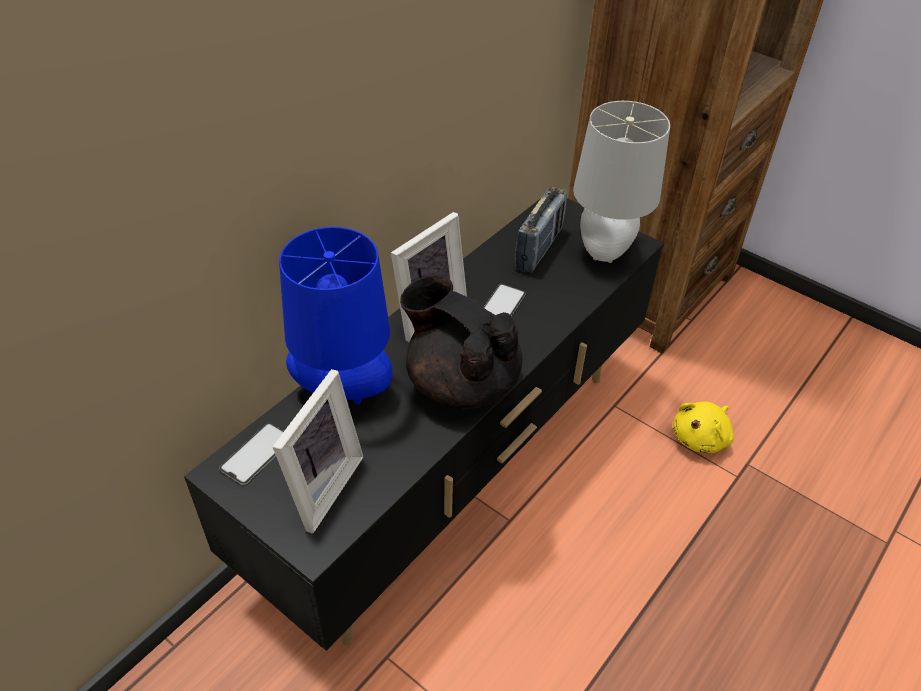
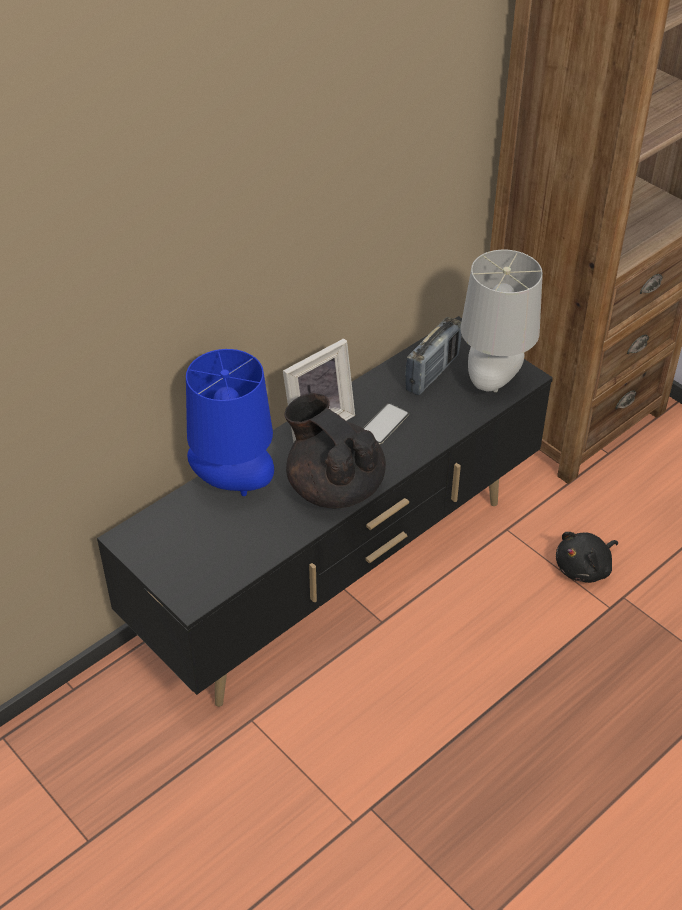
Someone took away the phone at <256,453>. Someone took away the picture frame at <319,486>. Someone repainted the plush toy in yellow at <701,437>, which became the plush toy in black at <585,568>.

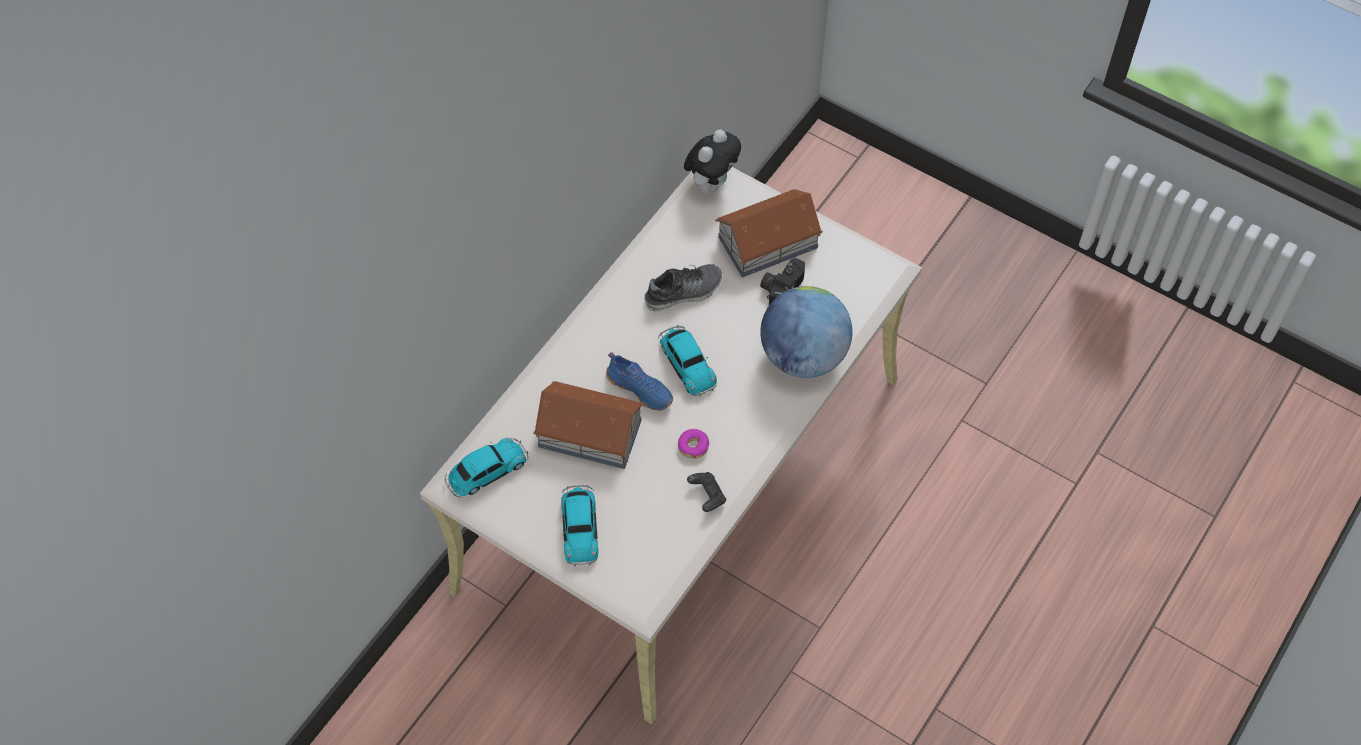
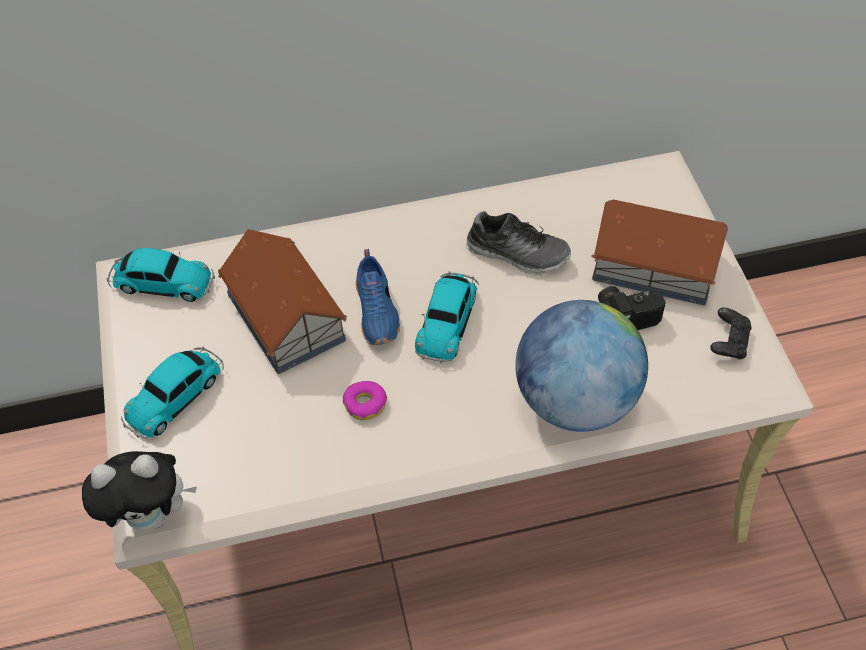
Someone carried the plush toy from <711,182> to <152,516>. Someone carried the game controller in black from <707,495> to <729,342>.

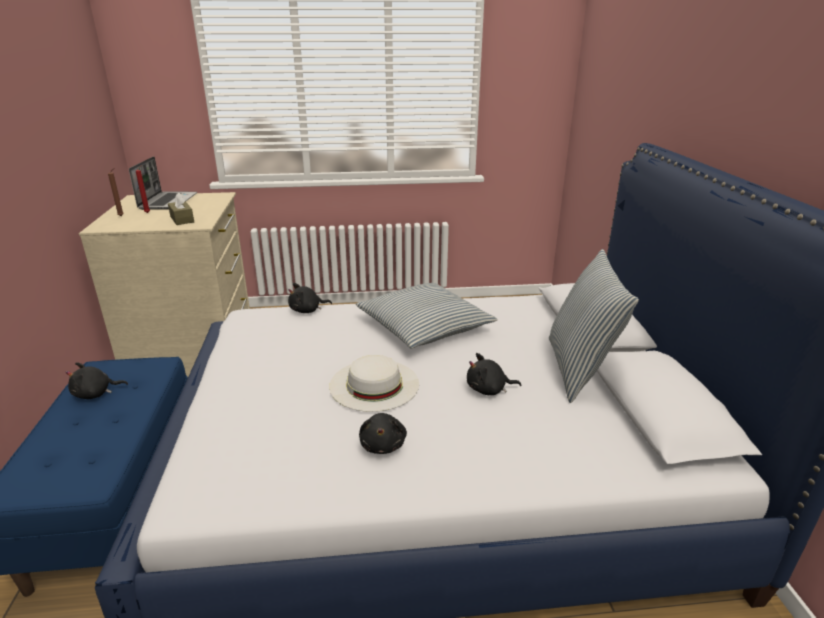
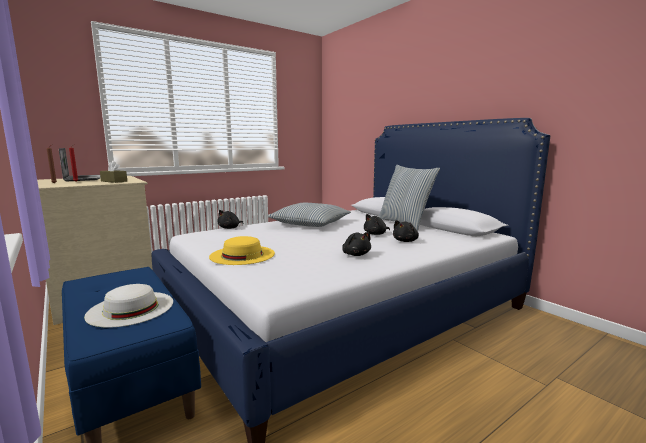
Someone put down the hat in yellow at <242,255>. Someone carried the plush toy in black from <96,393> to <406,241>. Someone carried the hat in white from <374,384> to <131,308>.

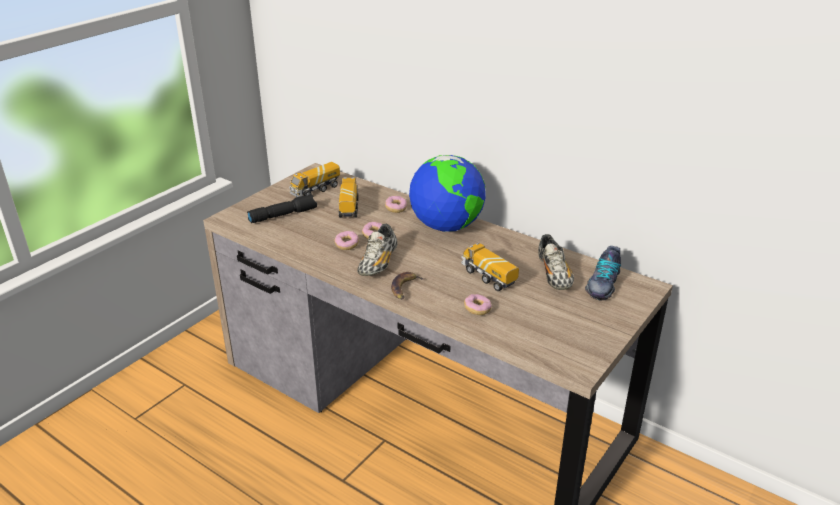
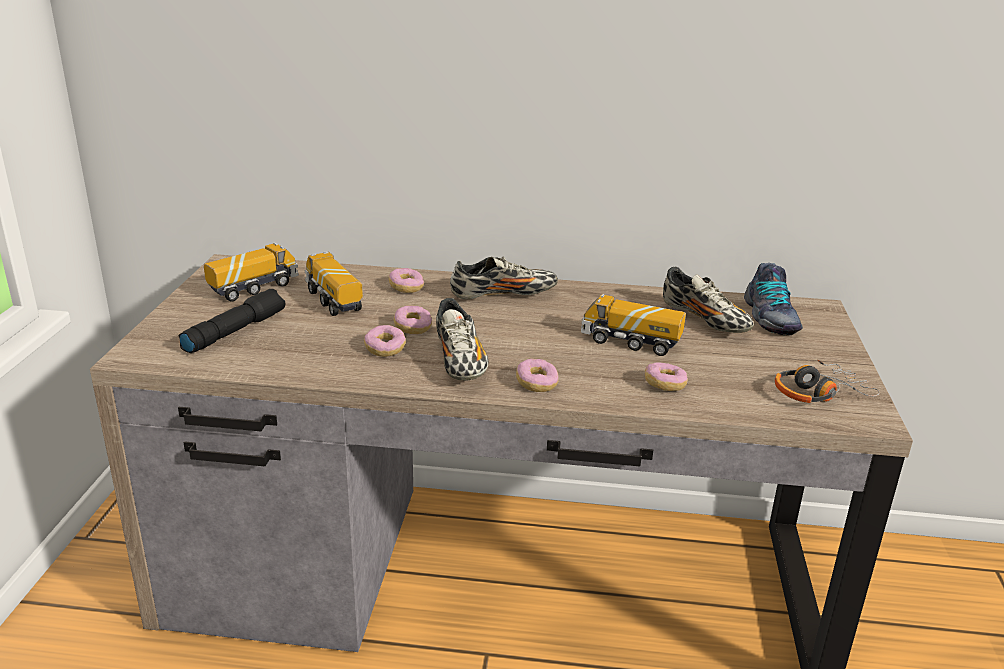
Someone put down the headphones at <818,393>. Someone swapped the banana at <405,288> for the donut at <536,384>. Someone swapped the globe at <446,227> for the shoe at <503,295>. Someone rotated the toy truck at <315,190> by 150 degrees counterclockwise.

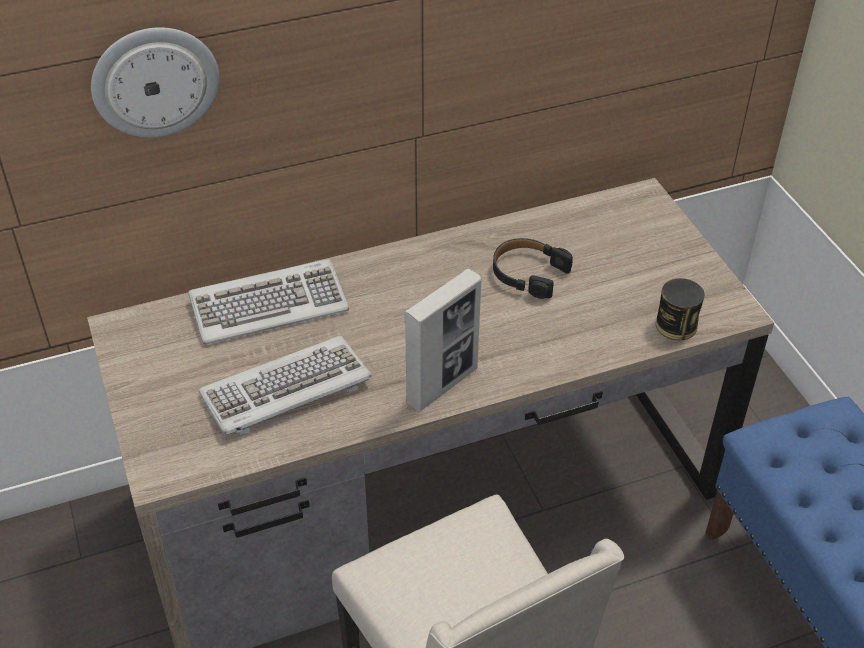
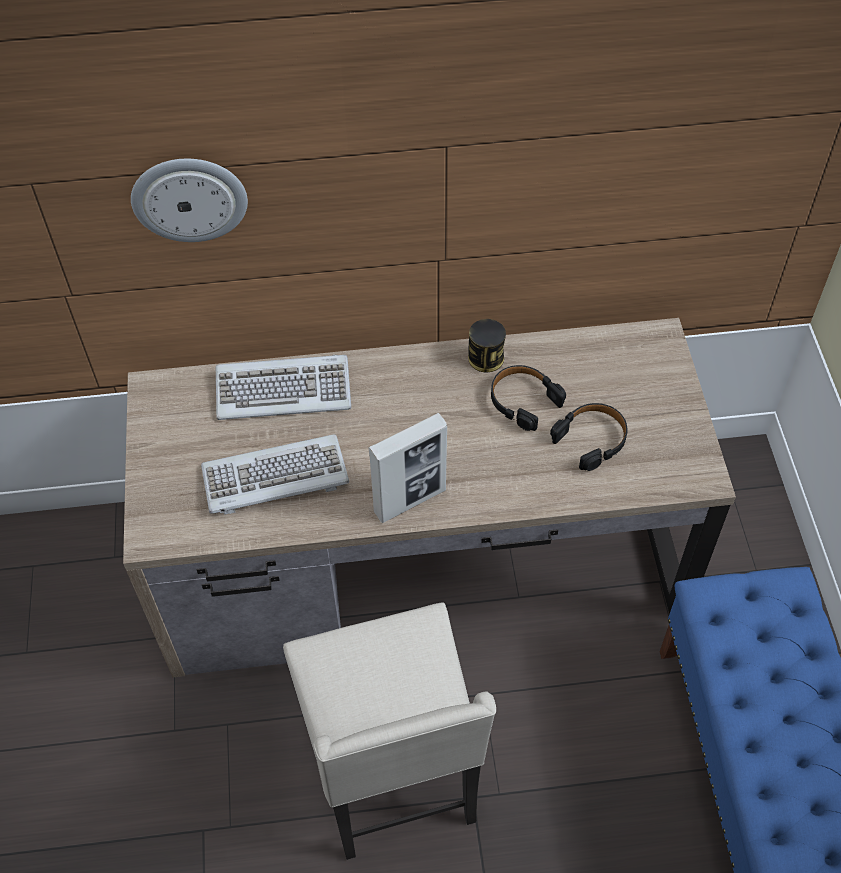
Someone put down the headphones in black at <591,439>. Someone carried the can from <676,325> to <486,358>.

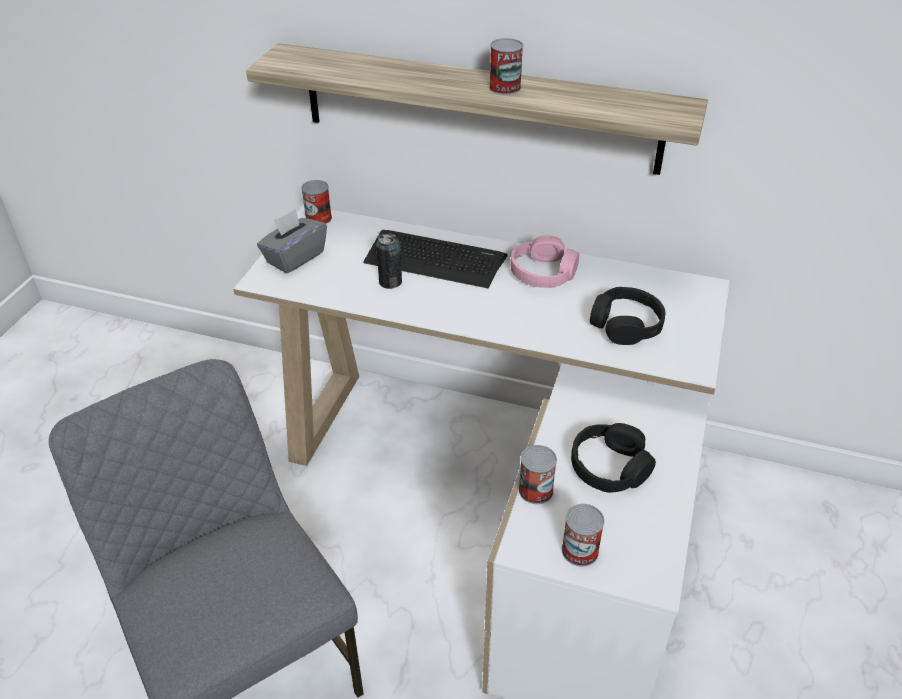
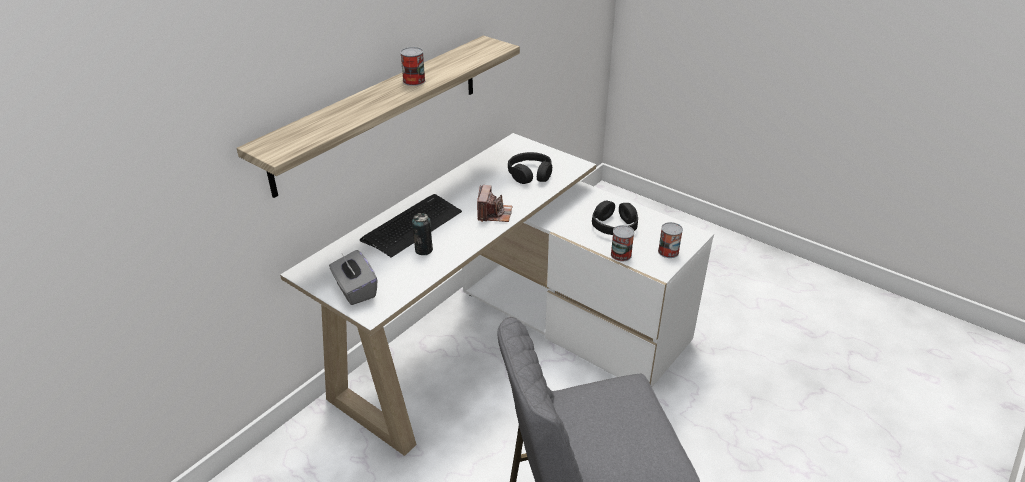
Someone took away the can at <318,218>. Someone took away the headphones in pink at <543,273>. Someone put down the photo camera at <494,214>.

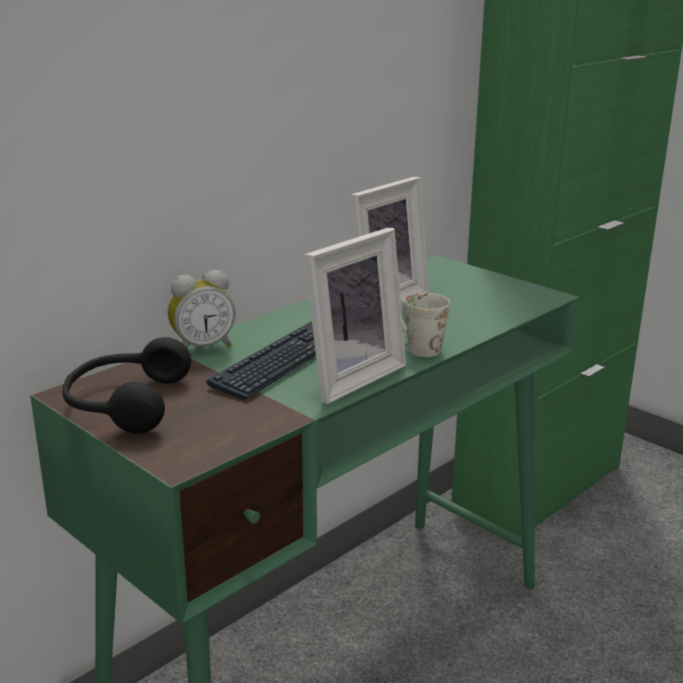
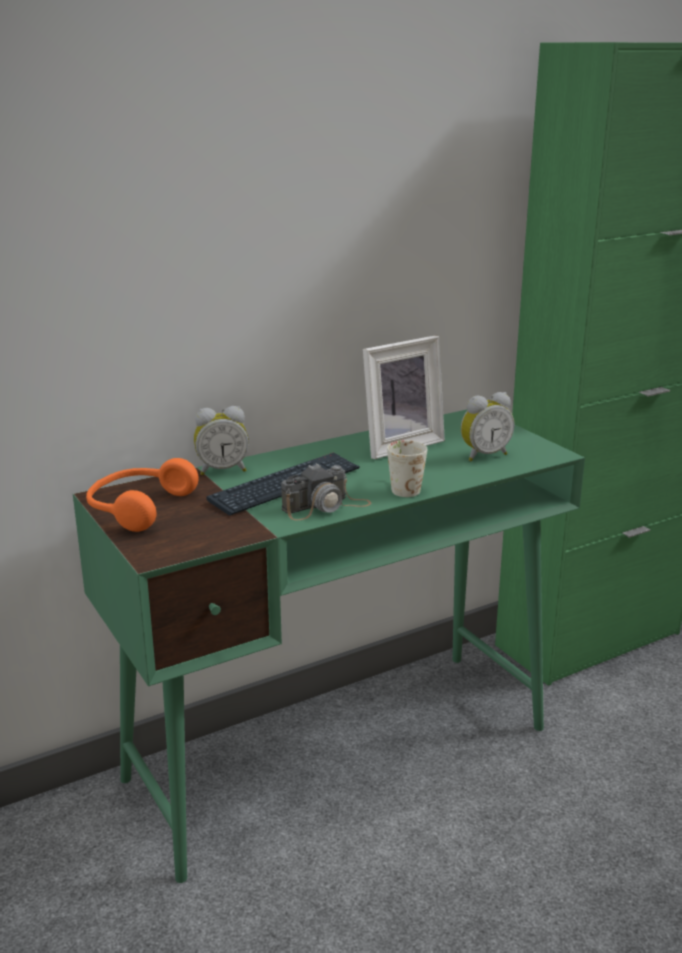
Someone put down the alarm clock at <483,455>. Someone swapped the picture frame at <348,377> for the photo camera at <326,506>. Someone repainted the headphones in black at <124,404>, which became the headphones in orange at <137,508>.

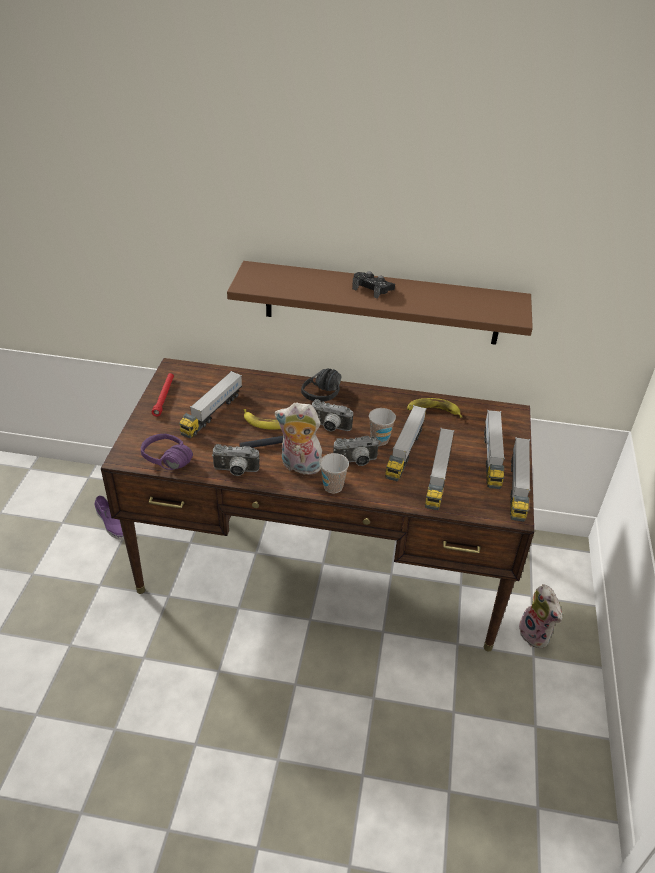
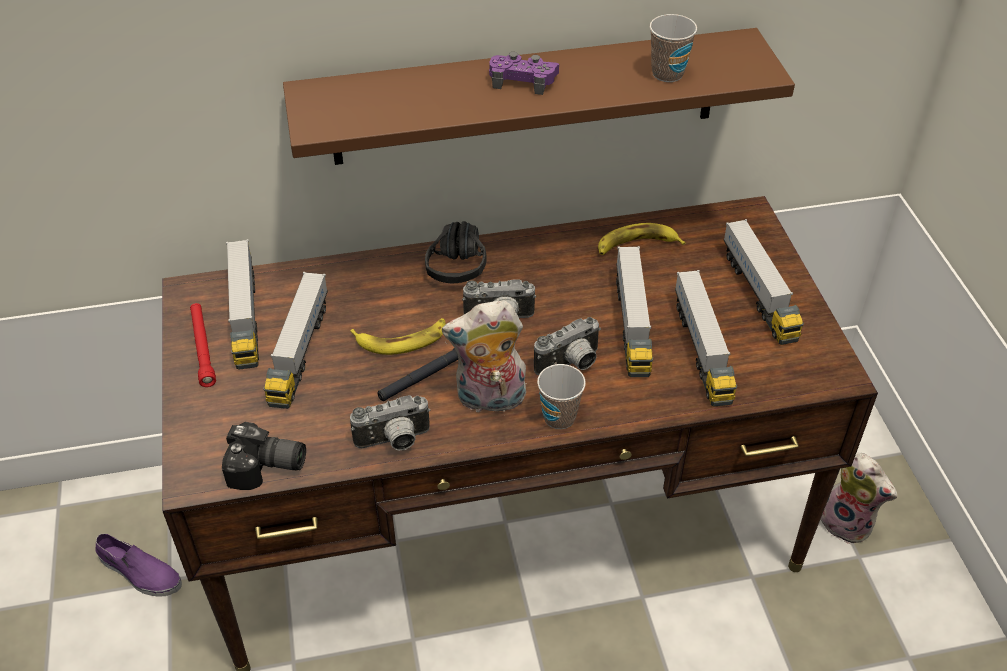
Someone carried the cup from <379,439> to <667,73>. Someone carried the toy truck from <517,487> to <245,316>. Someone swapped the headphones in purple at <162,464> for the photo camera at <267,469>. Someone repainted the game controller in black at <372,289>, which became the game controller in purple at <523,80>.

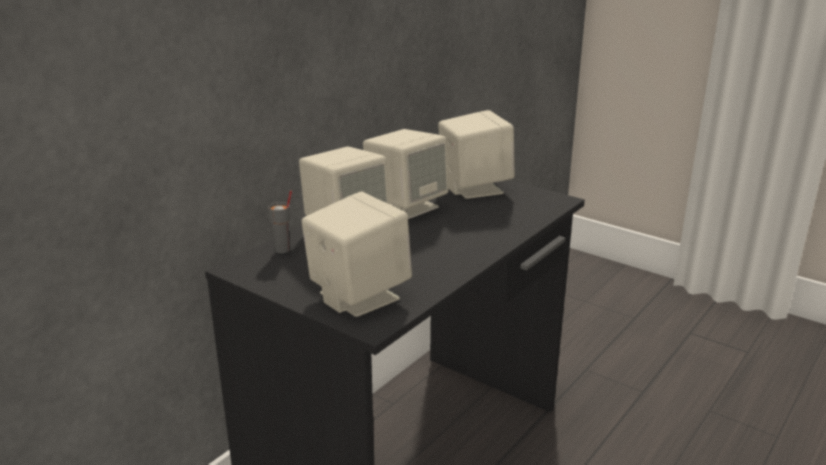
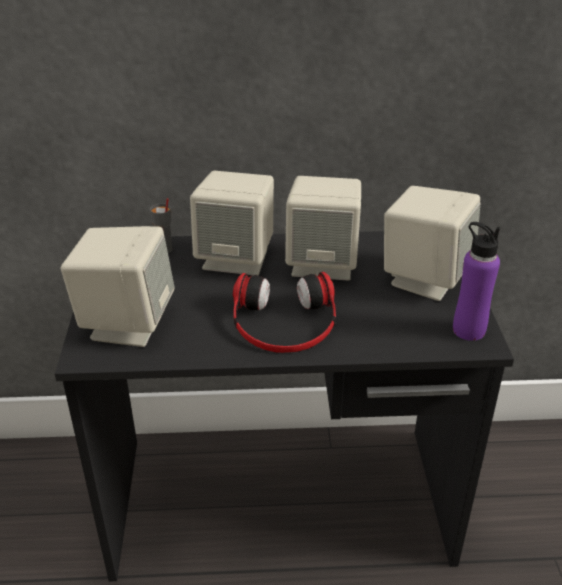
Someone put down the headphones at <284,322>. Someone put down the bottle in purple at <468,330>.

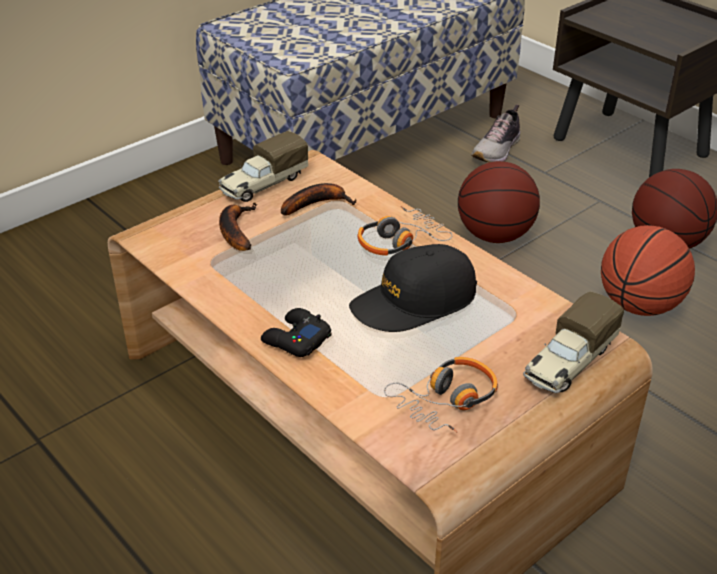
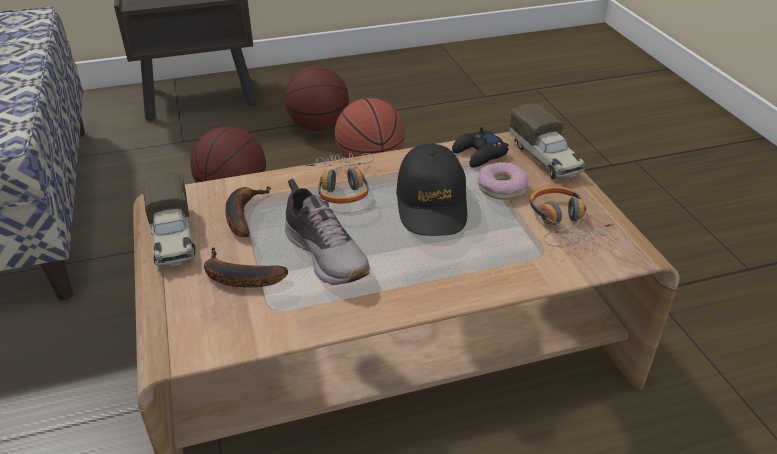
Someone put down the donut at <502,188>. Someone carried the game controller in black from <295,339> to <479,154>. Someone carried the shoe from <497,150> to <327,254>.

